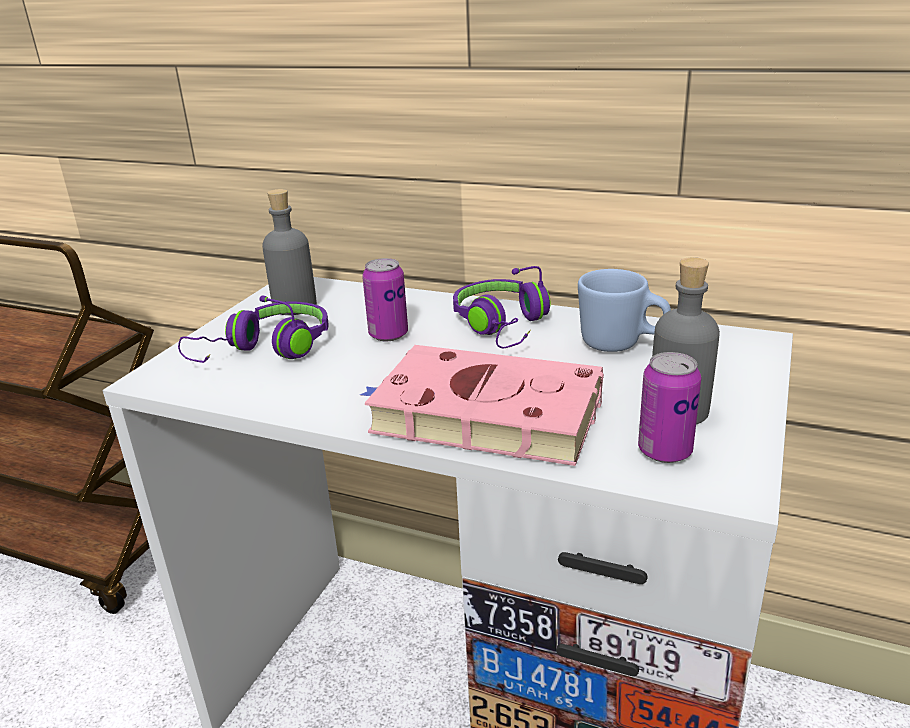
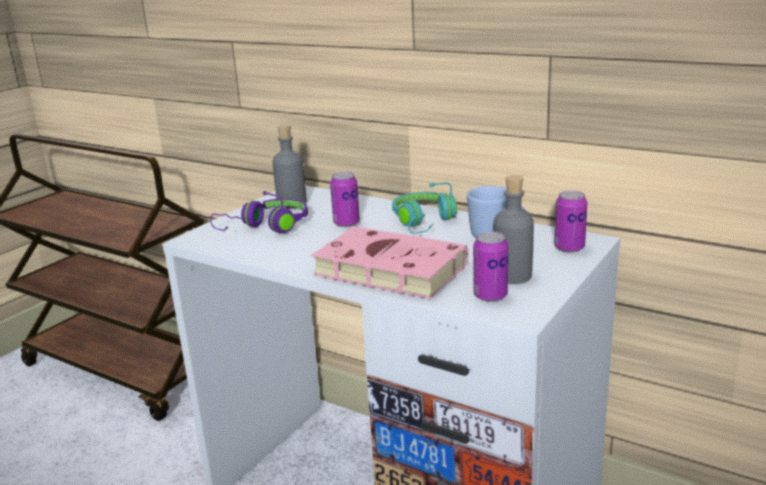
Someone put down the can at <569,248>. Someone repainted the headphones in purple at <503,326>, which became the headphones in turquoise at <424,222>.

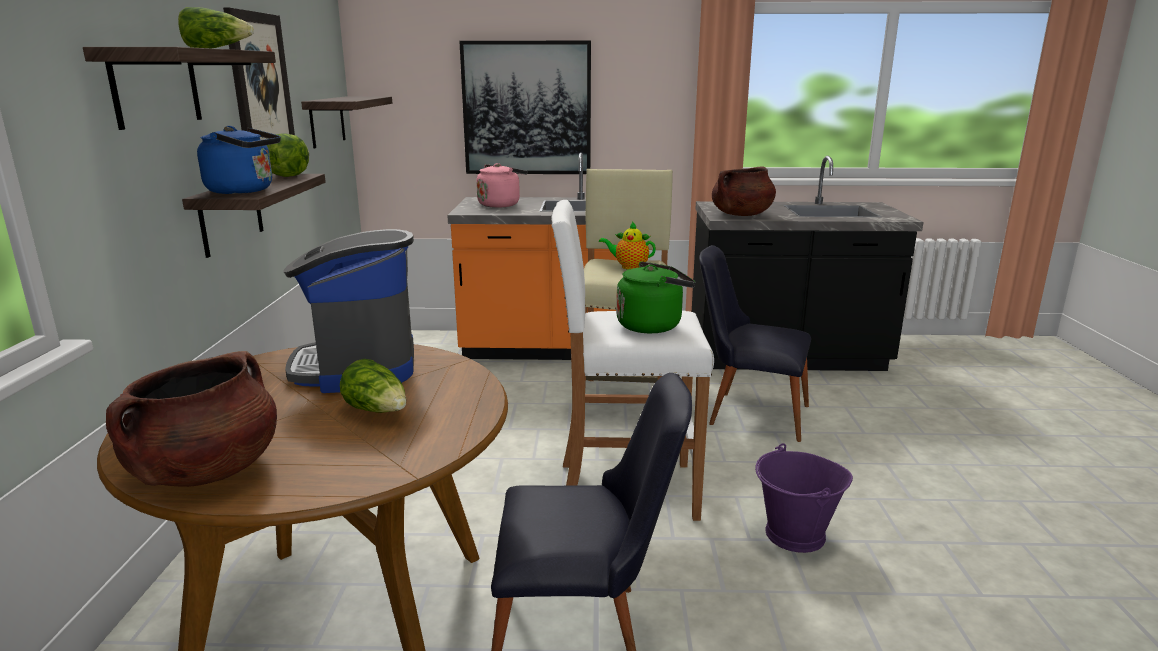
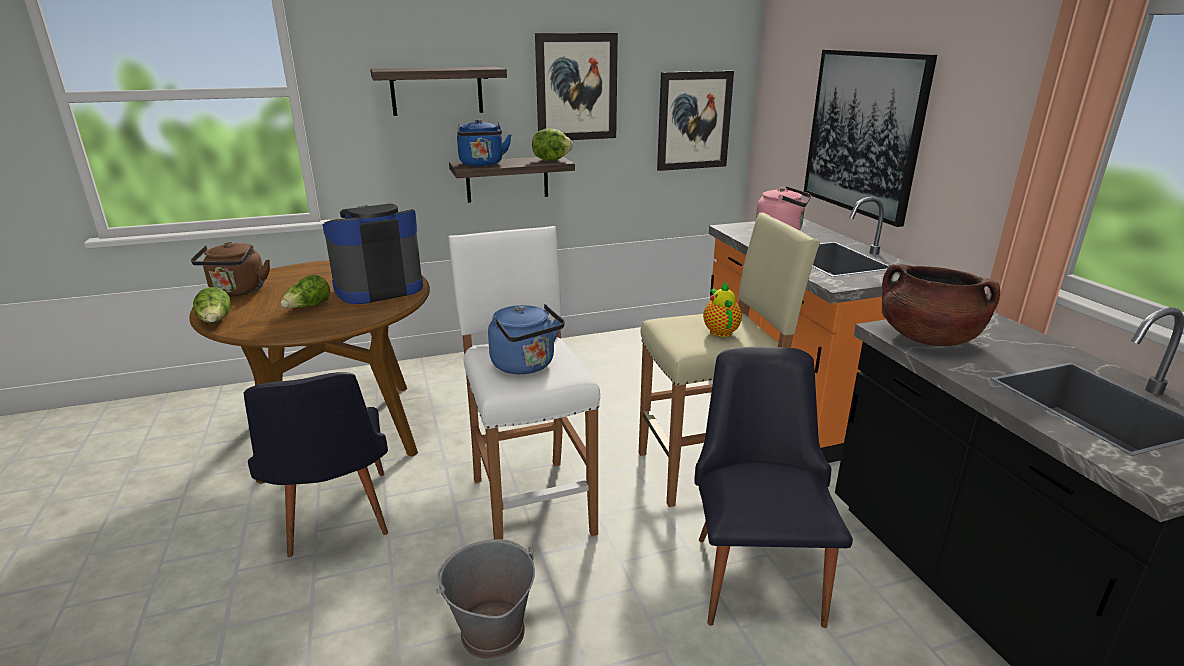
Someone carried the lettuce from <216,49> to <216,321>. Someone swapped the cooking pot in brown at <206,471> for the kettle in brown at <238,292>. Someone swapped the shelf at <327,121> for the picture at <694,121>. Someone repainted the kettle in green at <652,325>, which became the kettle in blue at <526,366>. Someone repainted the bucket in purple at <795,535>, which became the bucket in grey at <491,633>.

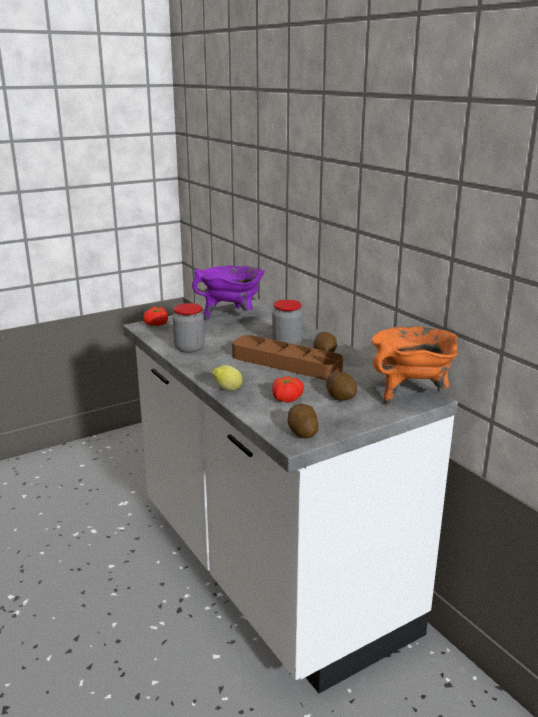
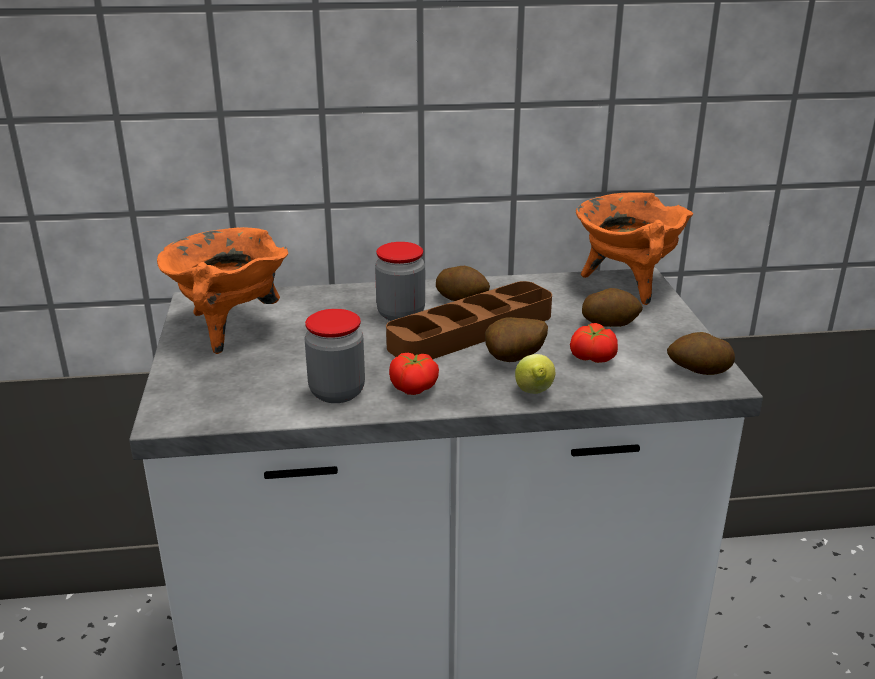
Someone put down the potato at <514,361>. Someone carried the tomato from <157,325> to <415,387>. Someone repainted the cooking pot in purple at <231,316>, which became the cooking pot in orange at <229,328>.

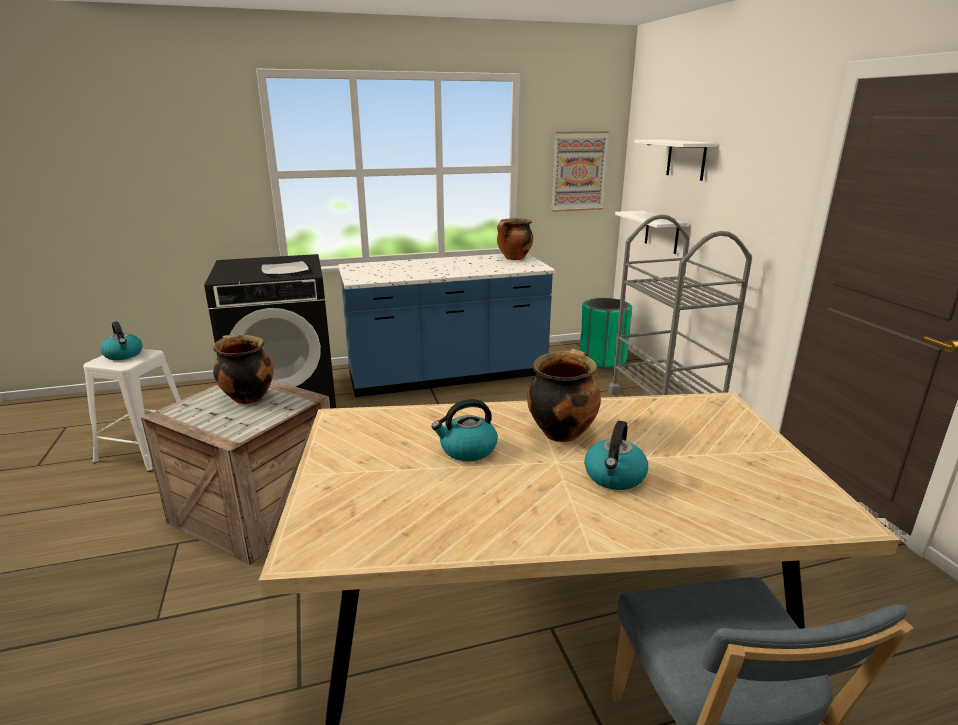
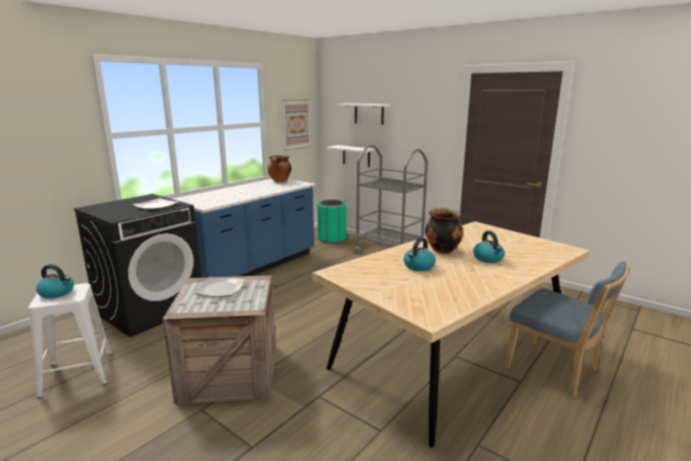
Someone swapped the cooking pot at <247,398> for the plate at <220,289>.

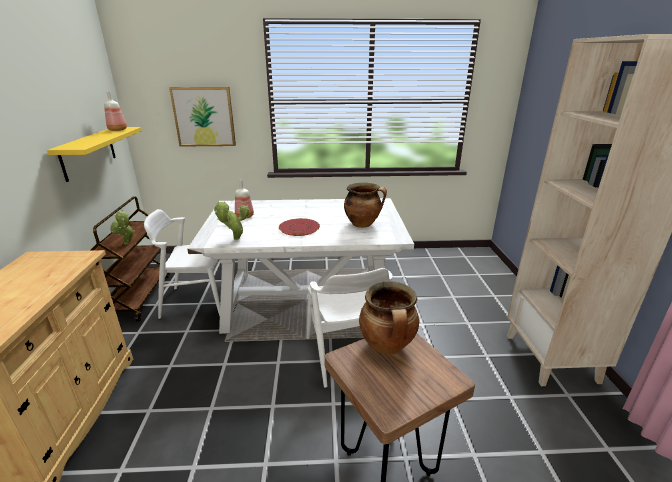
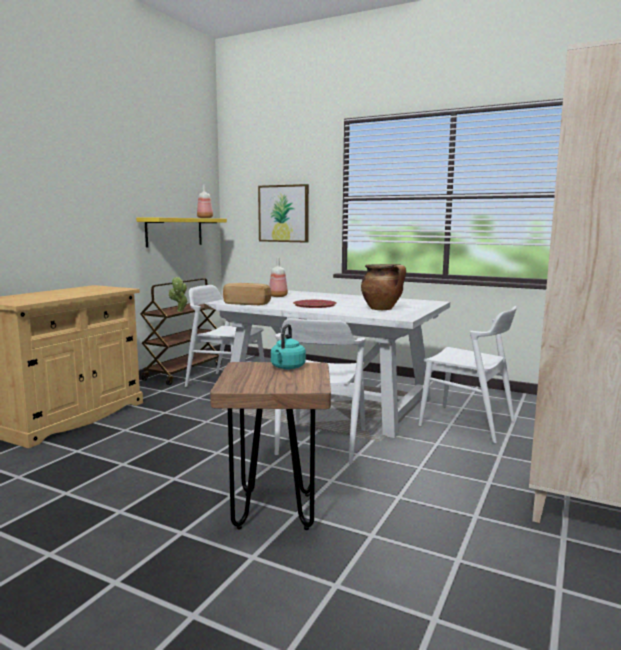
Someone put down the chair in white at <467,423>. Someone swapped the potted plant at <235,239> for the bread at <247,303>. Someone swapped the cooking pot at <387,347> for the kettle in turquoise at <287,367>.

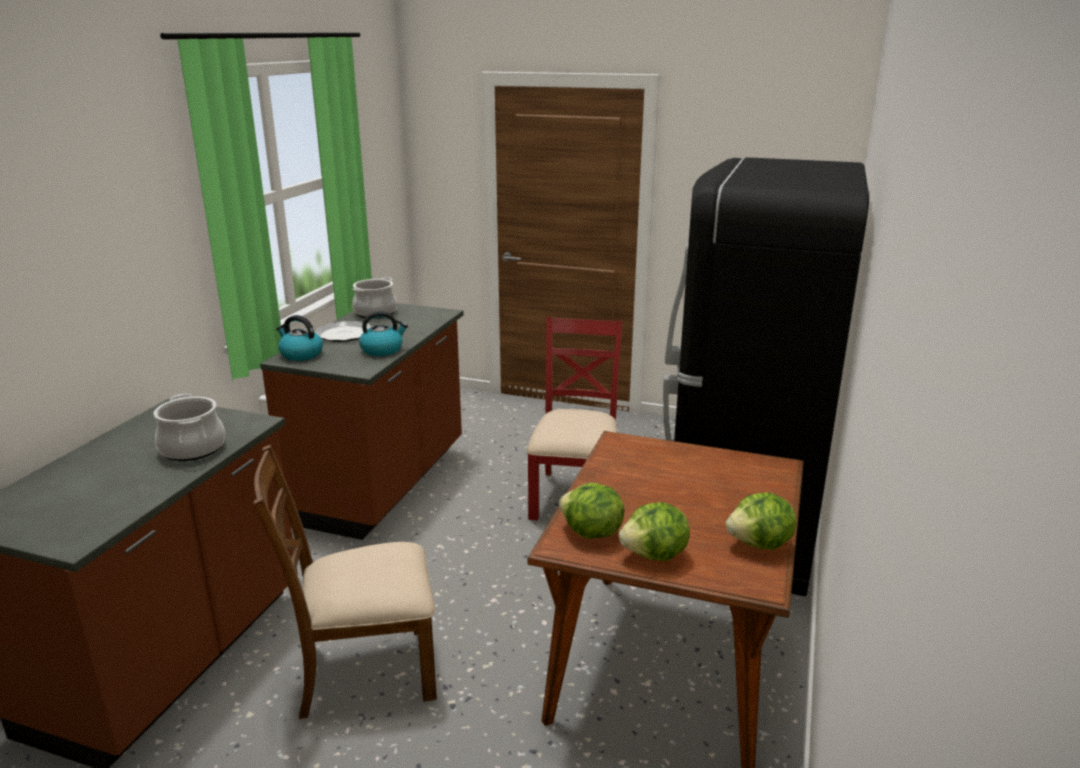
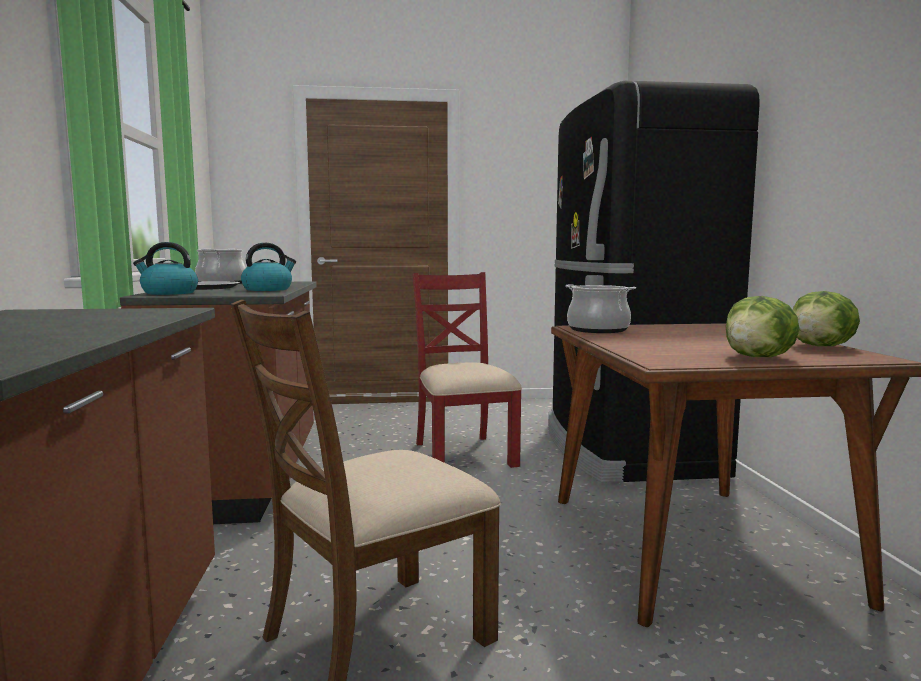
Someone took away the lettuce at <591,533>. Someone carried the cooking pot from <193,448> to <598,330>.

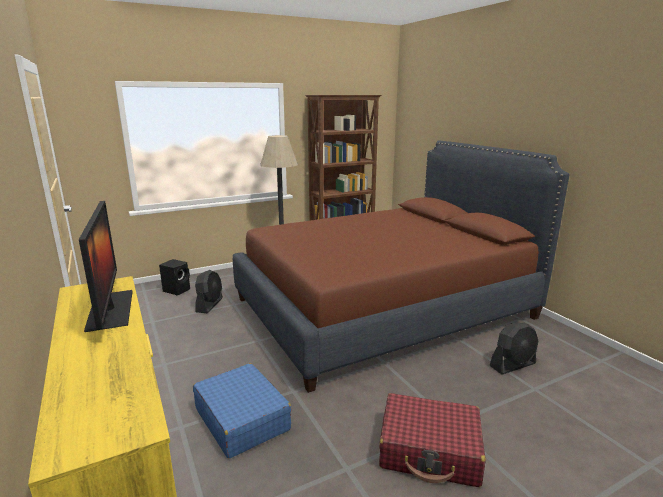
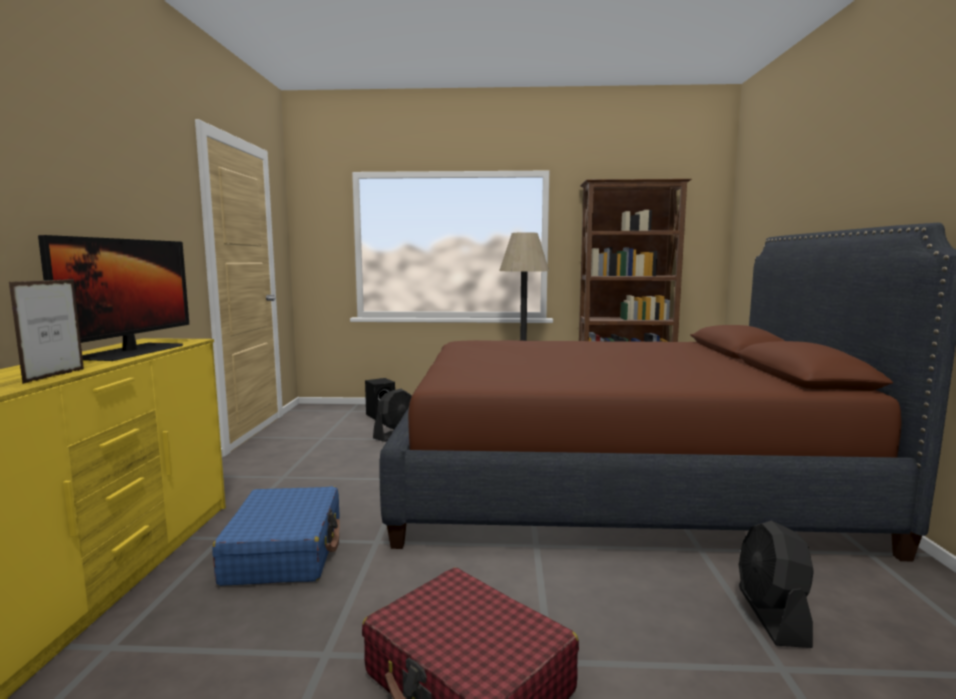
Someone put down the picture frame at <55,376>. Someone rotated the fan in black at <513,365> by 90 degrees clockwise.

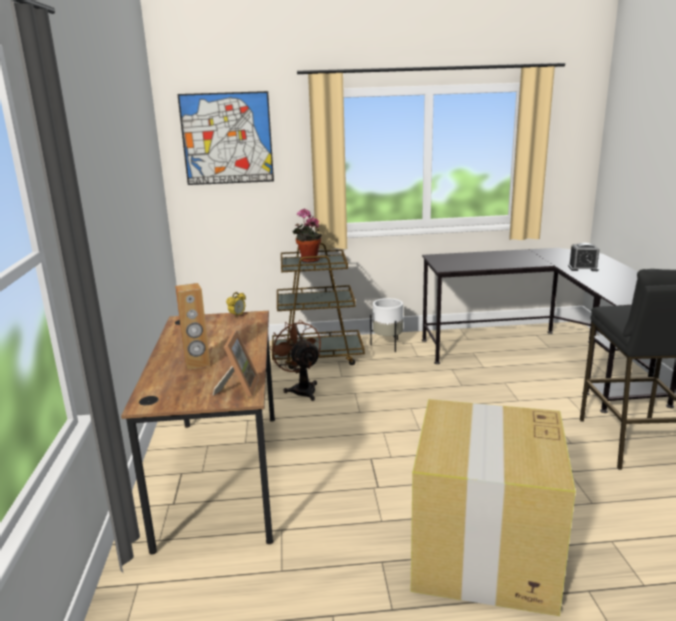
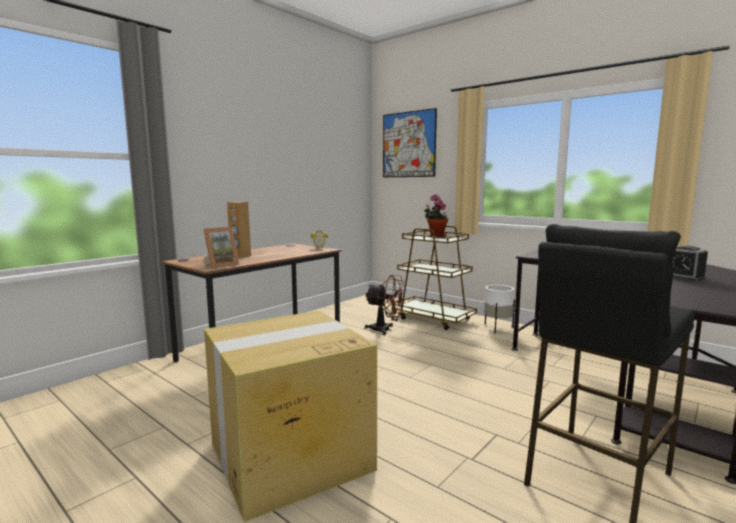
Someone rotated the fan in brown at <301,389> by 90 degrees clockwise.

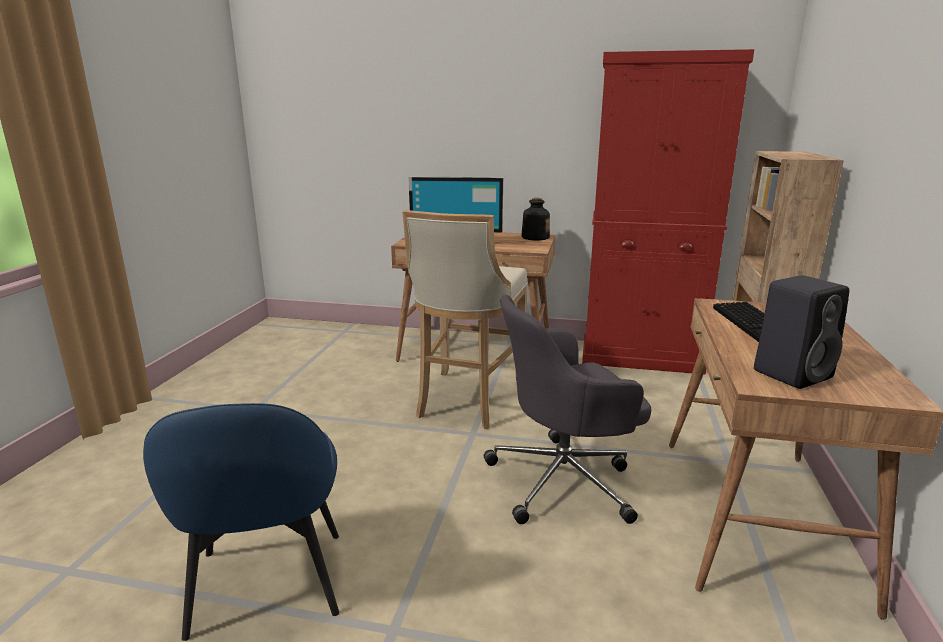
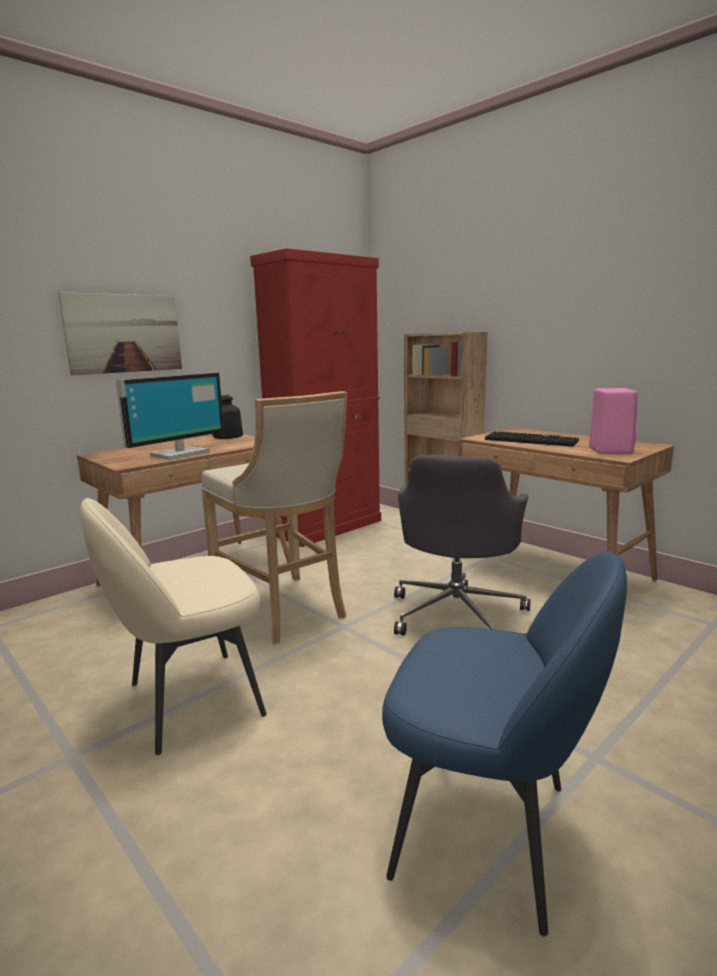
Someone put up the picture at <124,333>. Someone put down the chair in beige at <190,700>. Someone repainted the speaker in black at <793,373>, which became the speaker in pink at <609,450>.

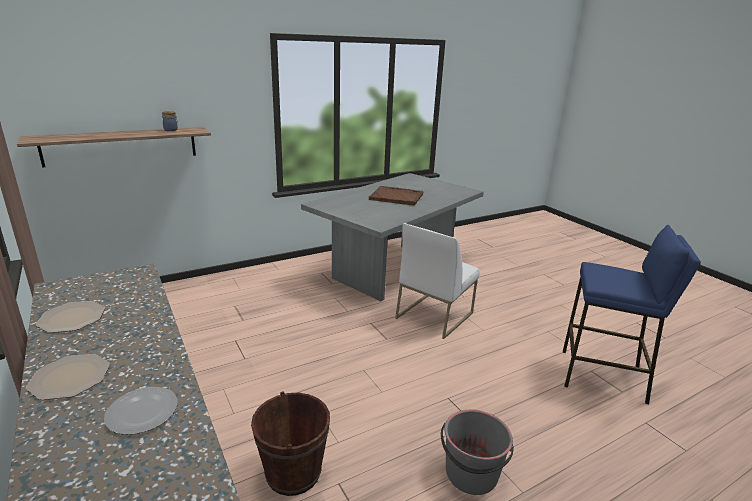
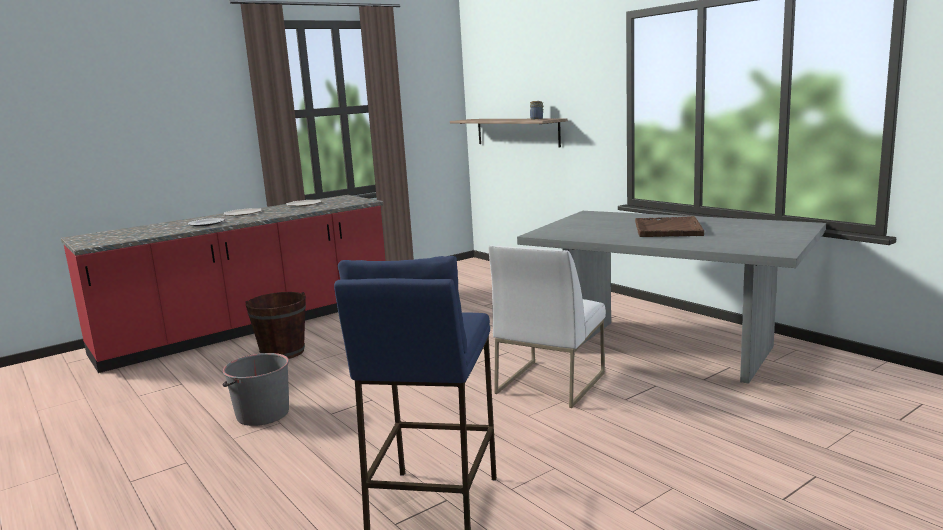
Someone rotated the chair in white at <434,315> by 90 degrees counterclockwise.

